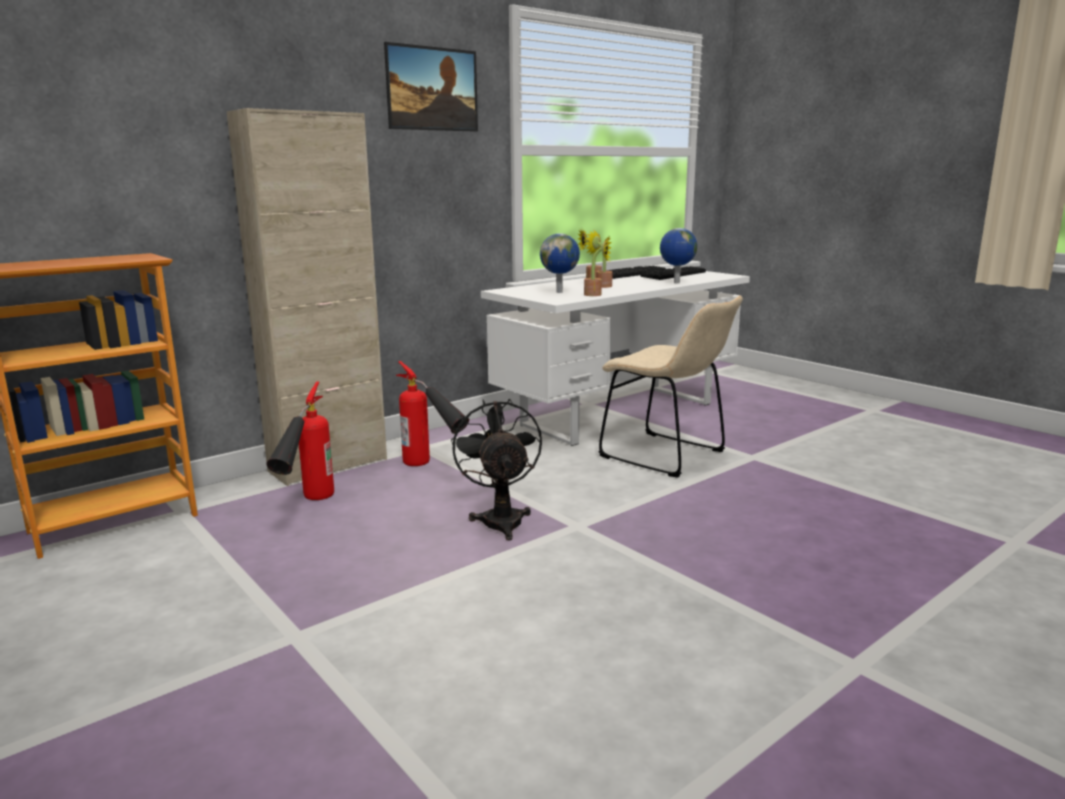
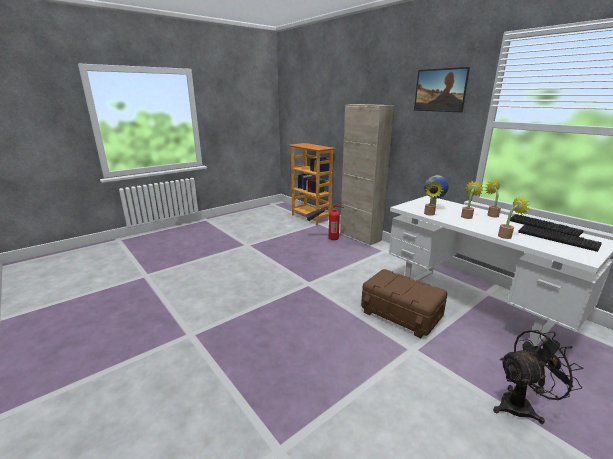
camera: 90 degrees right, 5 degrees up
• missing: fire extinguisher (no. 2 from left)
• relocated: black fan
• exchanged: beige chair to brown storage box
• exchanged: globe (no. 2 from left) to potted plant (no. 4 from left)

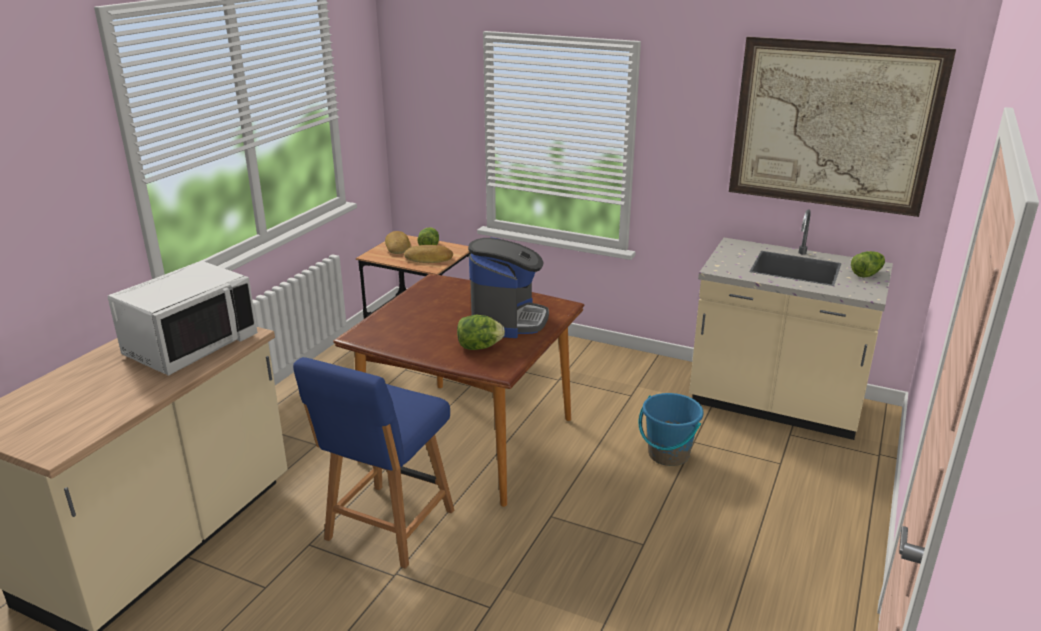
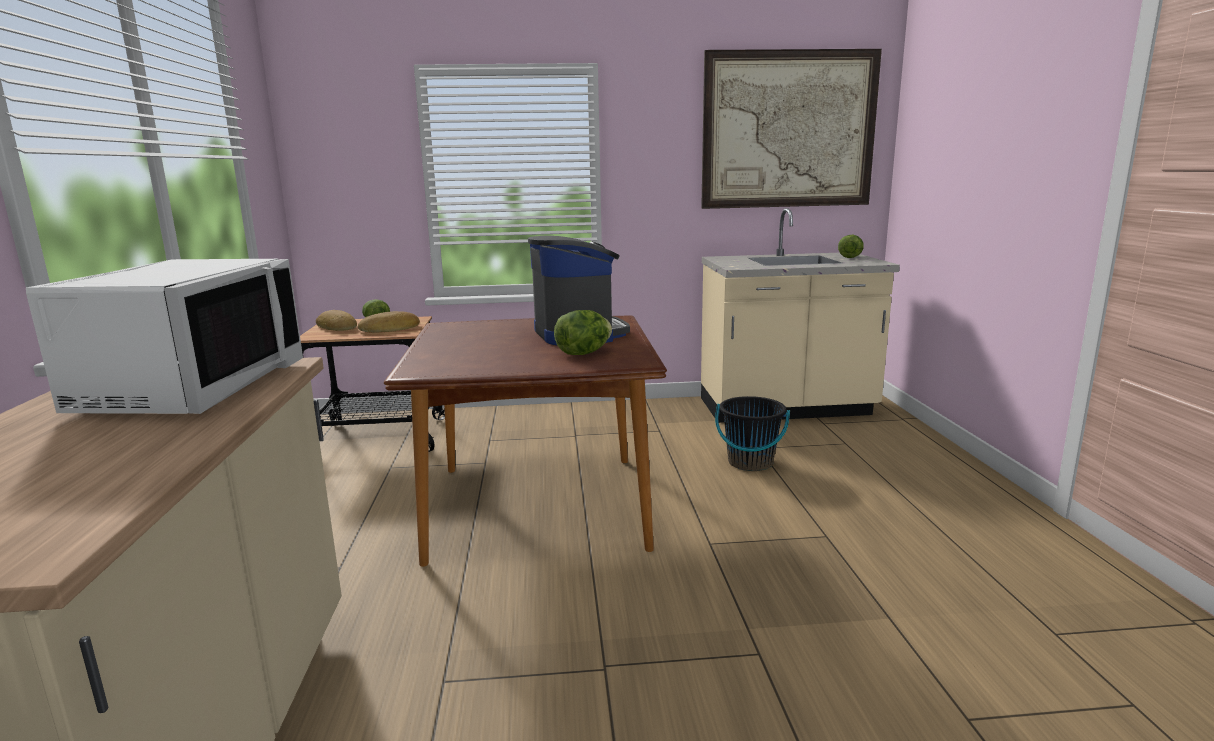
camera: 30 degrees left, 10 degrees down
• missing: blue chair
• colour: blue bucket to black bucket

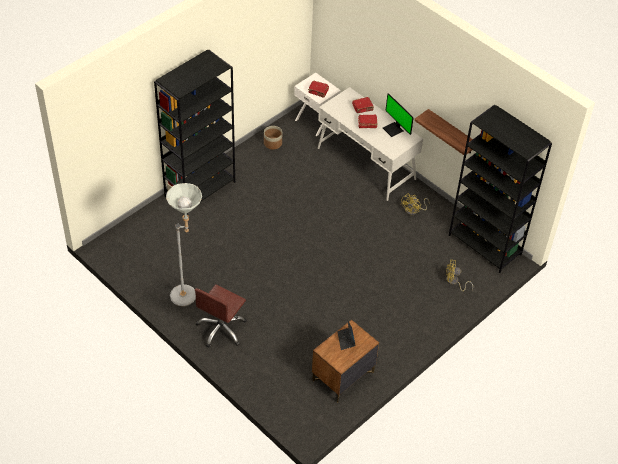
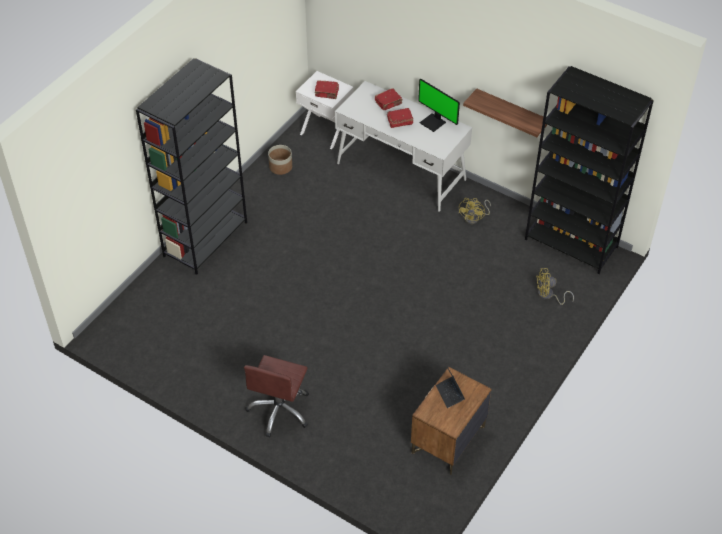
camera: 10 degrees left, 0 degrees up
• missing: grey floor lamp

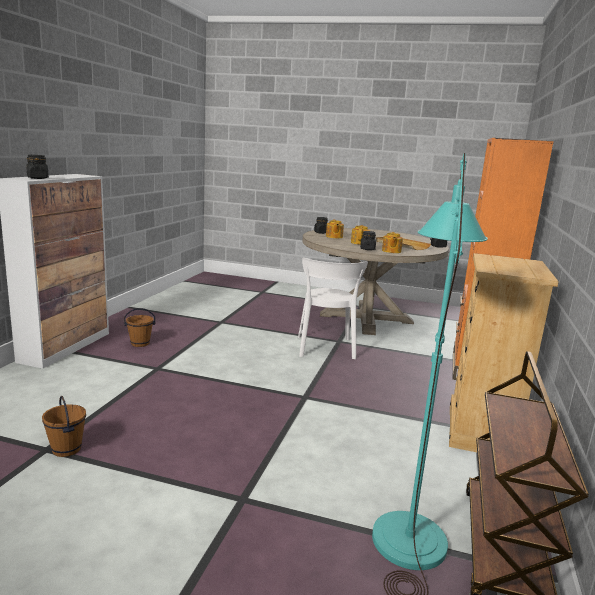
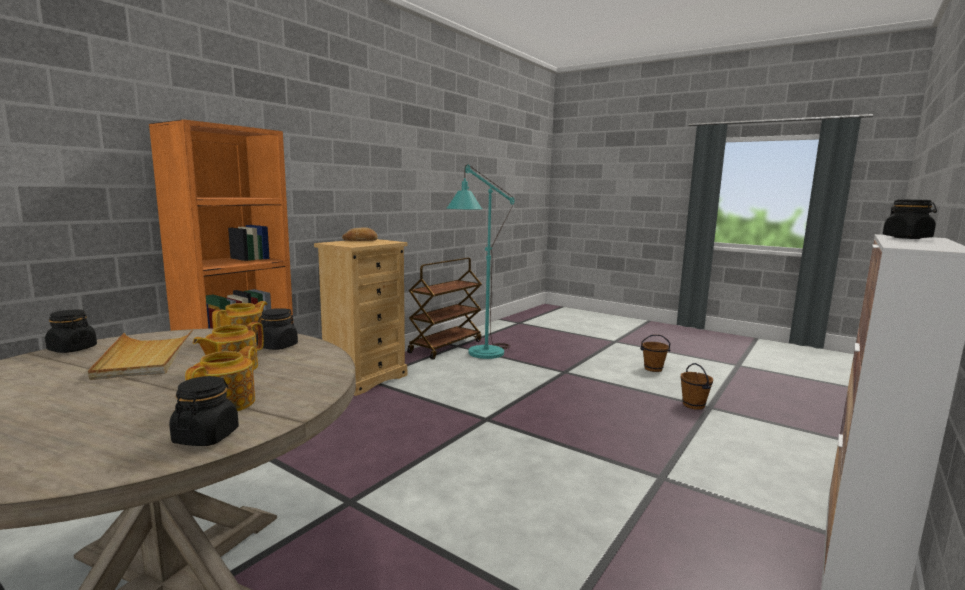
camera: 160 degrees left, 5 degrees down
• relocated: brown bucket (no. 2 from left in the first image) to brown bucket (no. 1 from left)
• missing: white chair
• appeared: bread

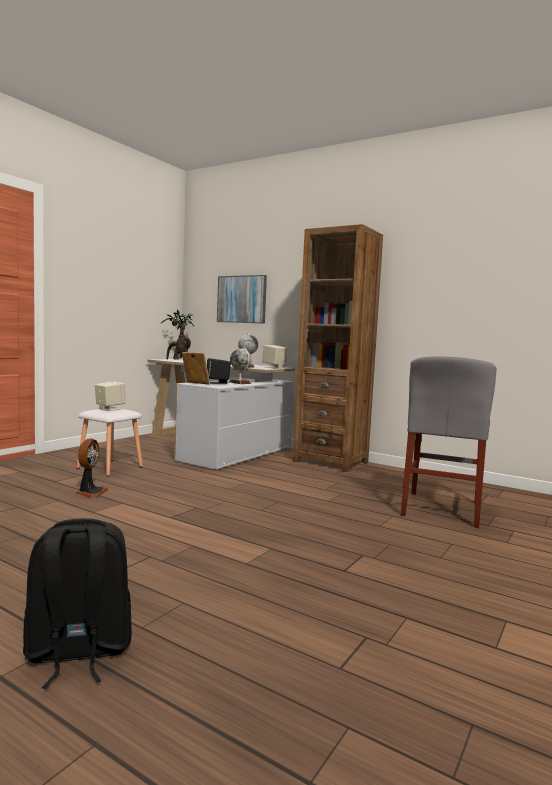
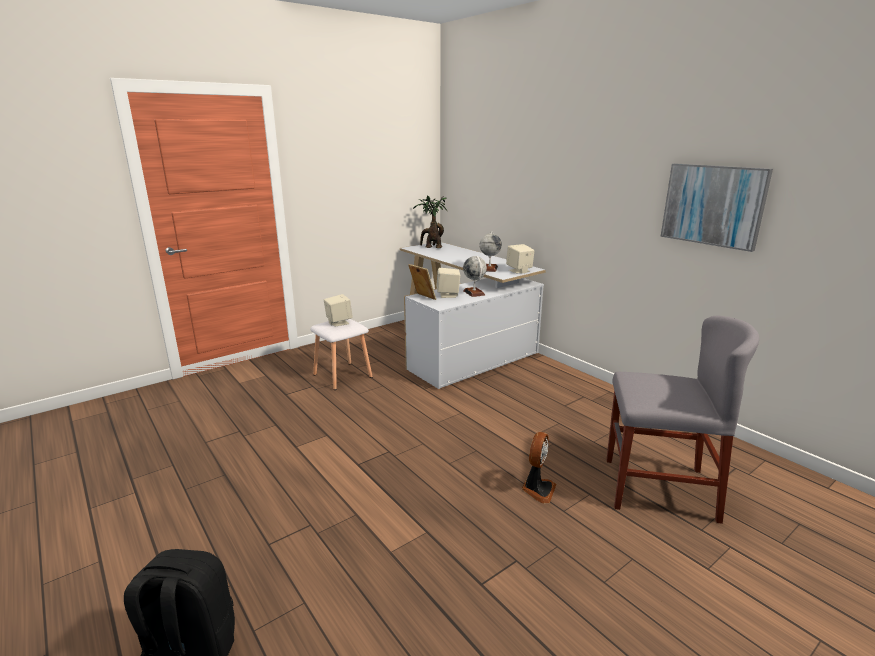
camera: 20 degrees right, 15 degrees up
• relocated: fan
• colour: black speaker to beige speaker (no. 2 from left)
• relocated: picture
• missing: brown bookcase
• spun: grey chair 120 degrees counterclockwise

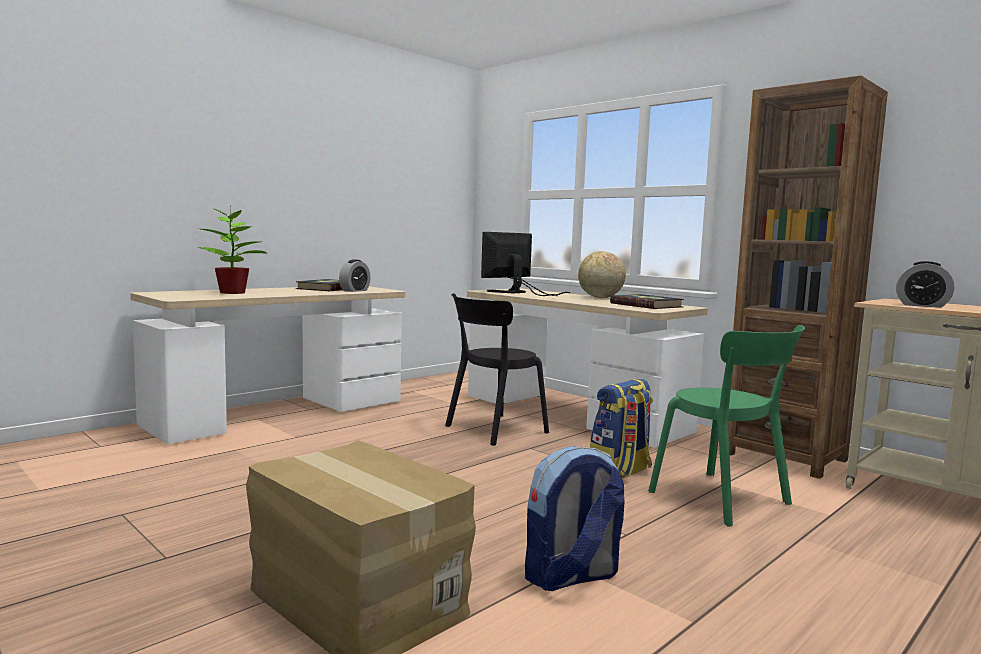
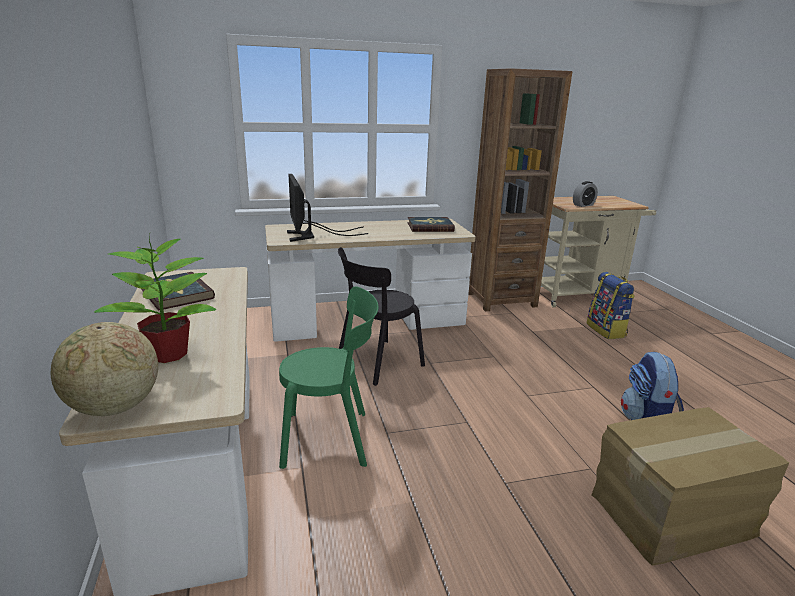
camera: 60 degrees left, 15 degrees up
• missing: alarm clock (no. 1 from left)
• spun: black chair 60 degrees clockwise
• relocated: globe
• relocated: backpack (no. 2 from left in the first image) to backpack (no. 1 from left)
• relocated: green chair

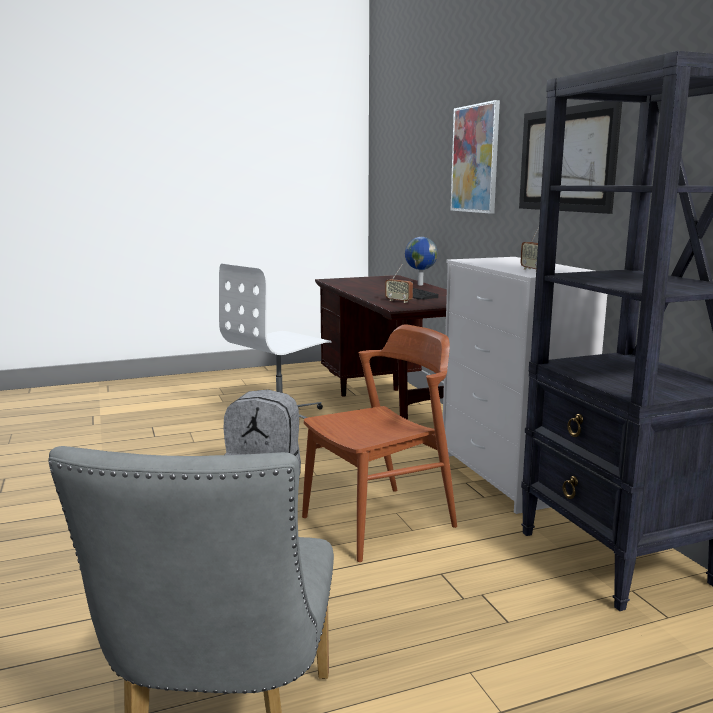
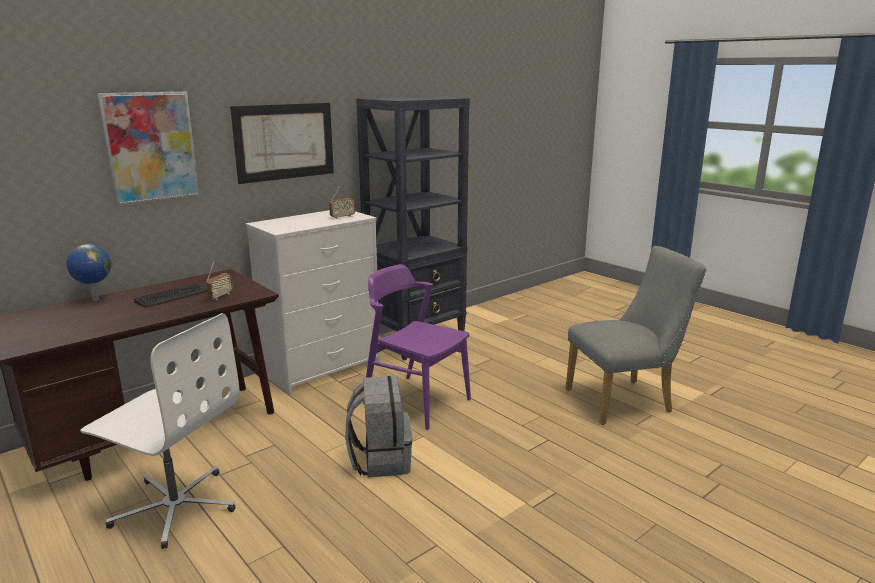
camera: 110 degrees left, 5 degrees up
• colour: brown chair to purple chair

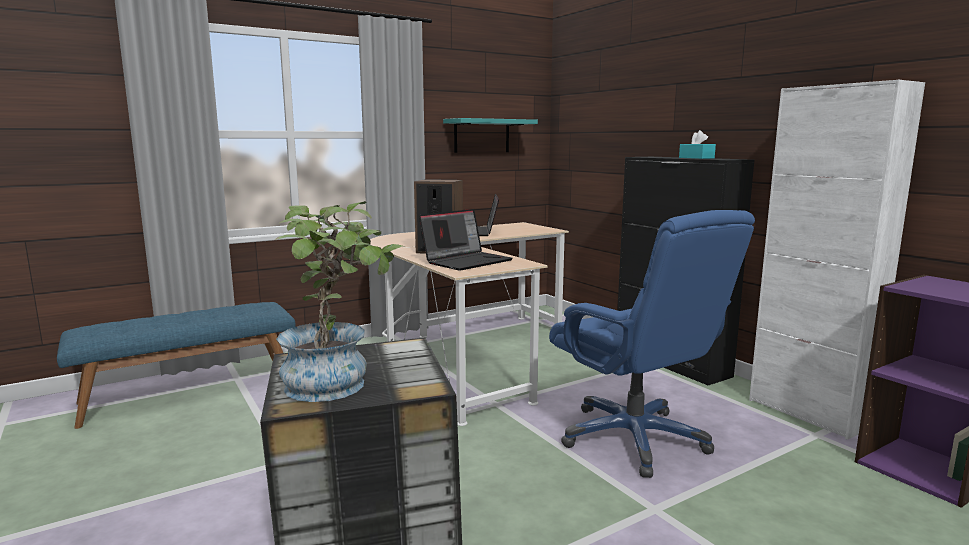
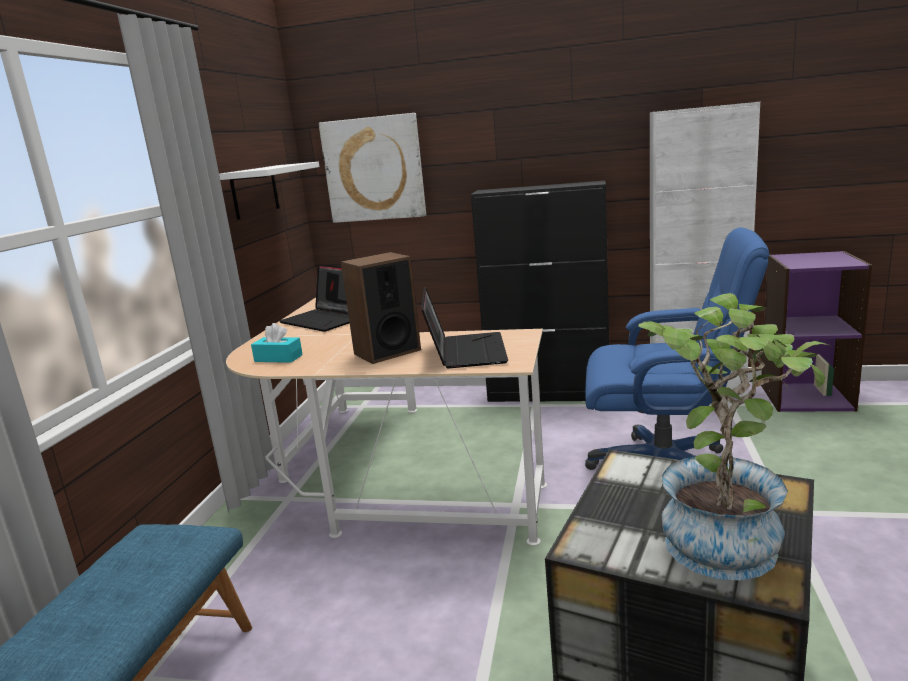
camera: 45 degrees left, 5 degrees up
• colour: turquoise shelf to white shelf
• relocated: turquoise tissue box
• appeared: picture

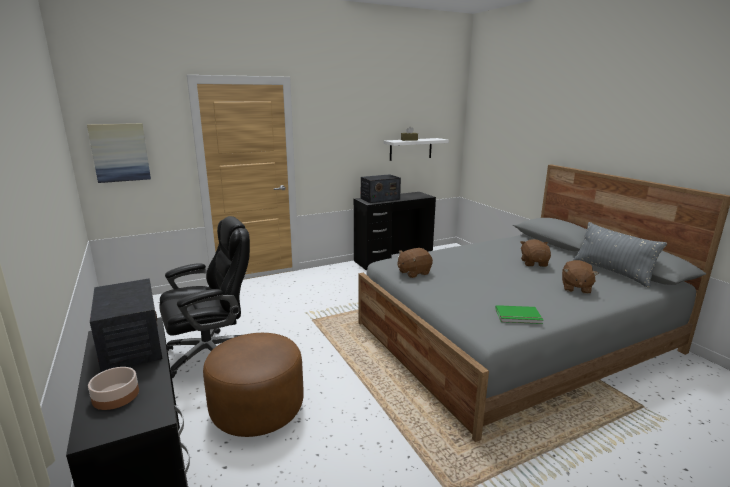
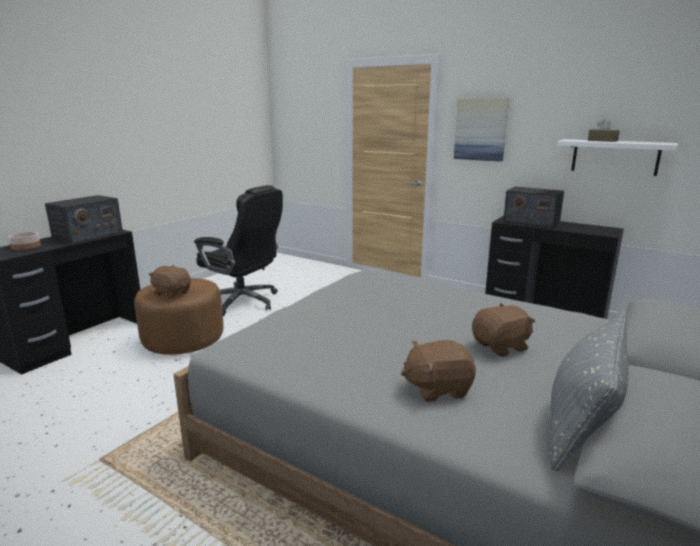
camera: 60 degrees right, 0 degrees up
• relocated: picture
• relocated: brown plush toy (no. 1 from left)
• missing: green book

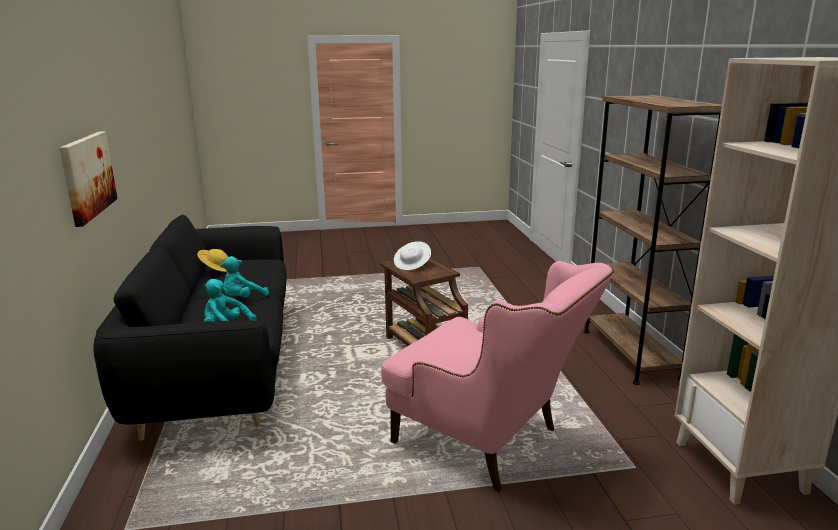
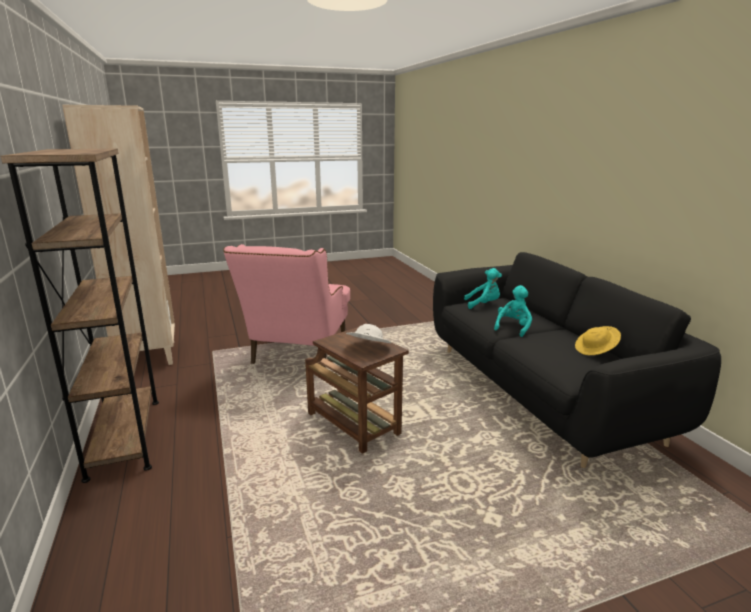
camera: 170 degrees right, 0 degrees up
• missing: picture
• spun: pink armchair 105 degrees counterclockwise

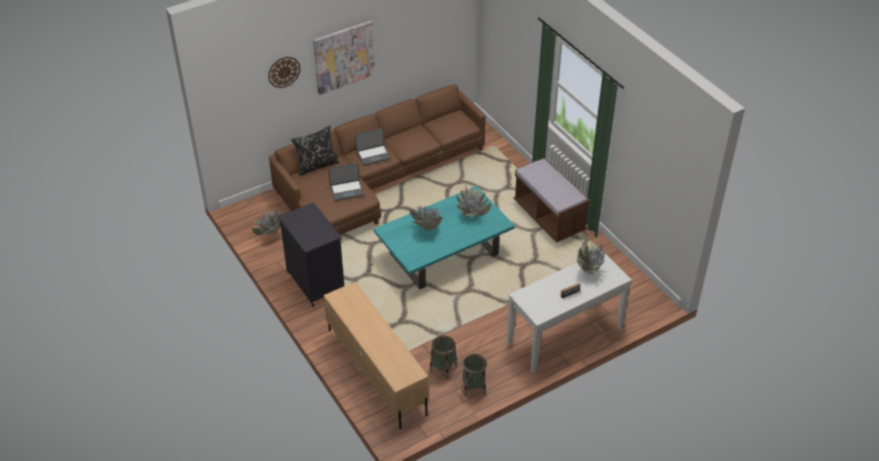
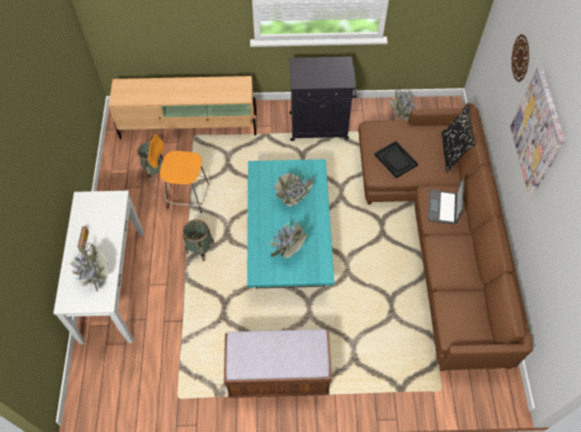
camera: 120 degrees right, 15 degrees up
• exchanged: laptop (no. 1 from left) to black tray
• relocated: basket (no. 2 from left)
• appeared: orange stool

